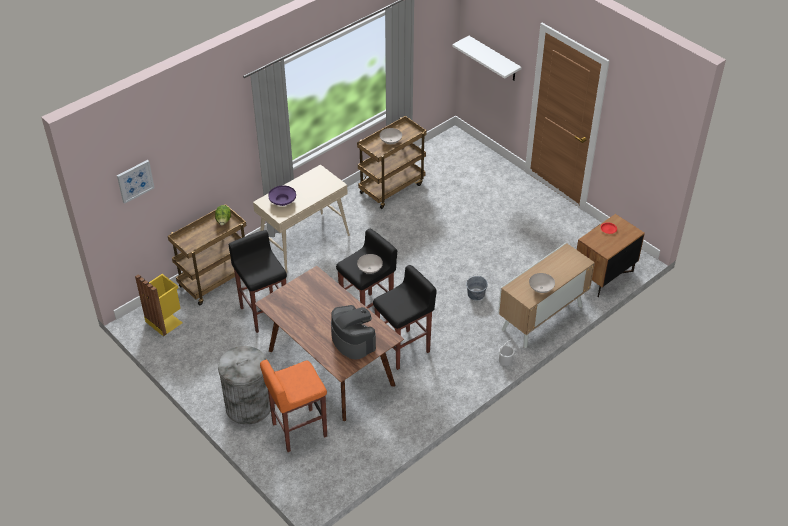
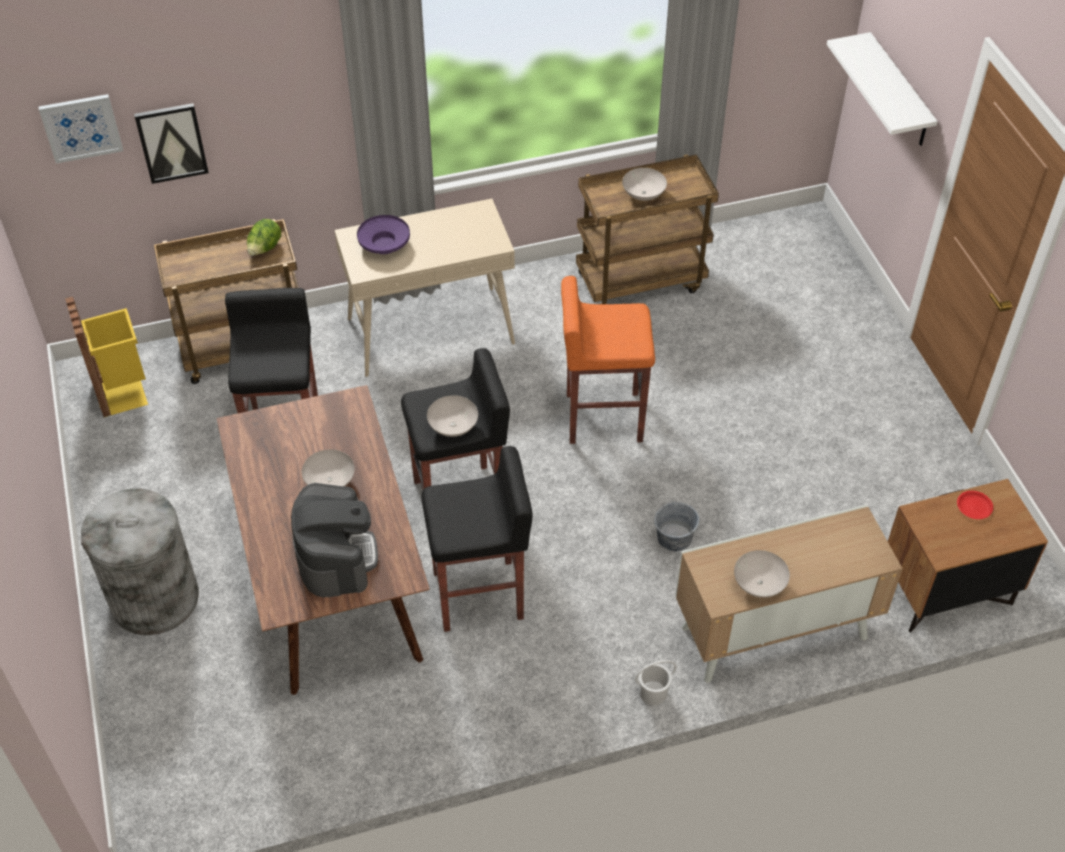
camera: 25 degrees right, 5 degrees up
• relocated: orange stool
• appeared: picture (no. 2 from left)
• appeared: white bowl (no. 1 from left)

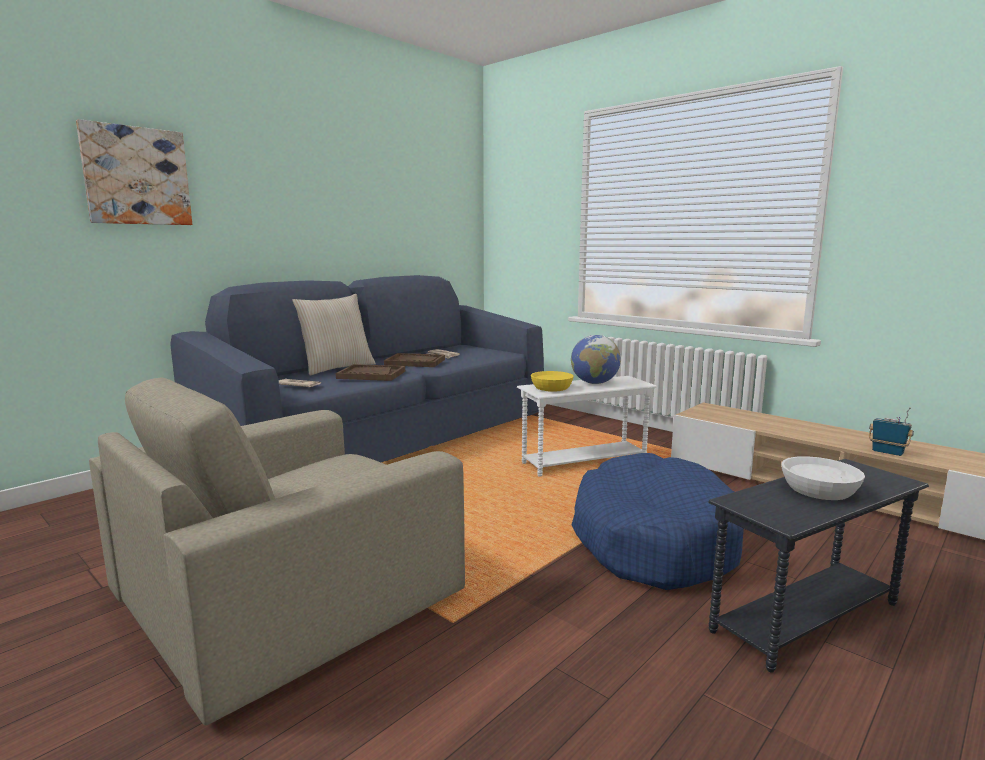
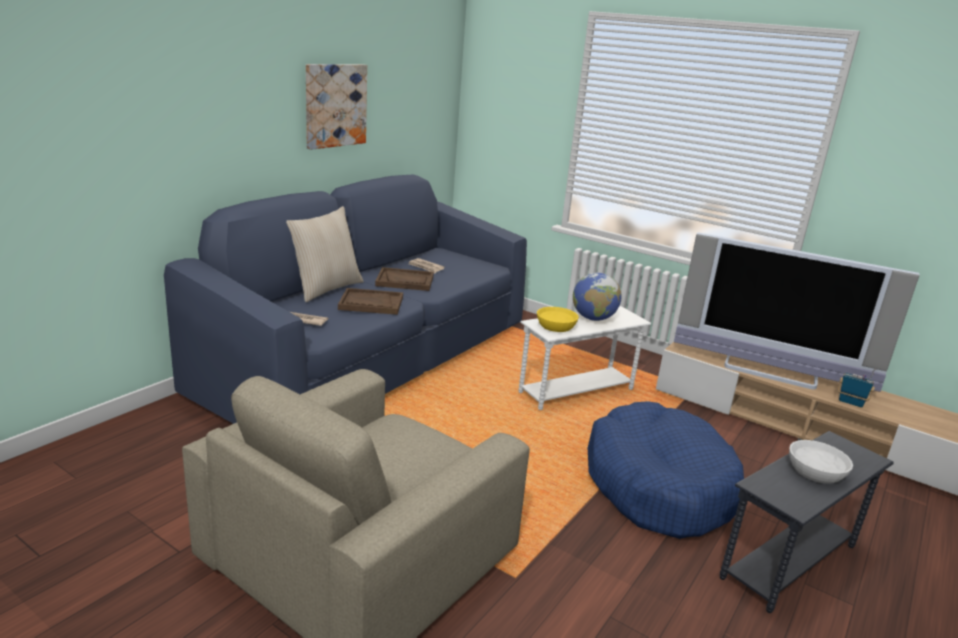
camera: 10 degrees left, 10 degrees up
• relocated: picture
• appeared: television

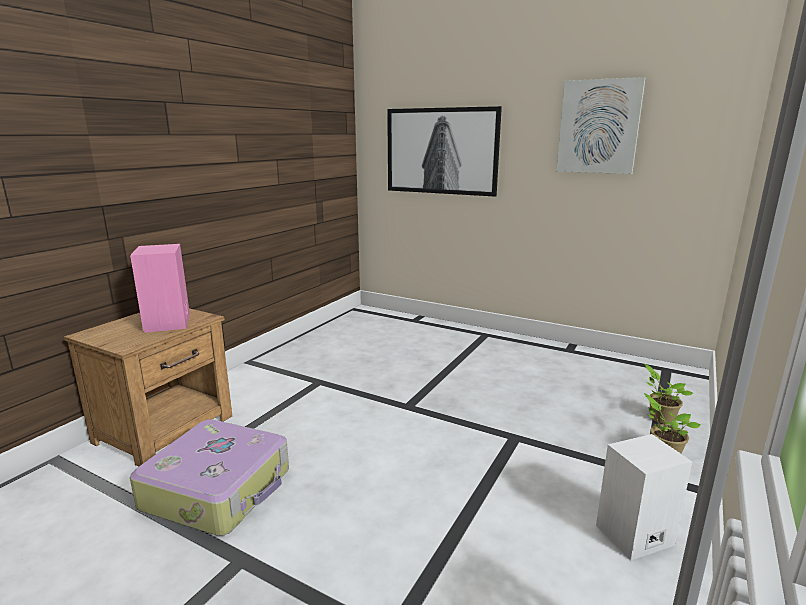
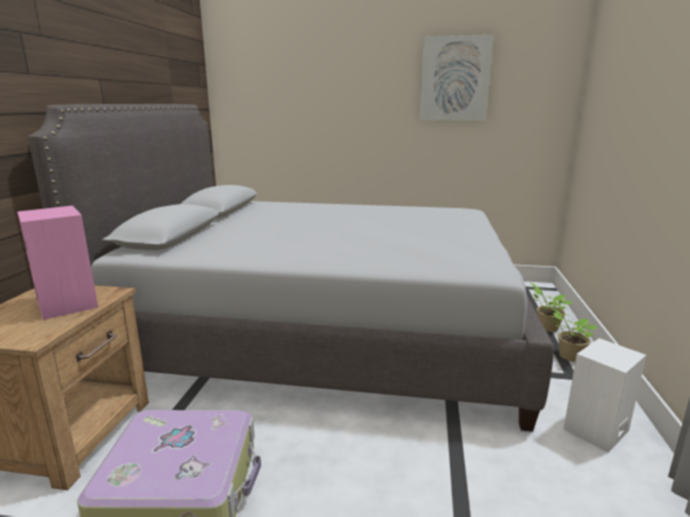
camera: 20 degrees left, 0 degrees up
• missing: picture (no. 1 from left)
• appeared: grey bed

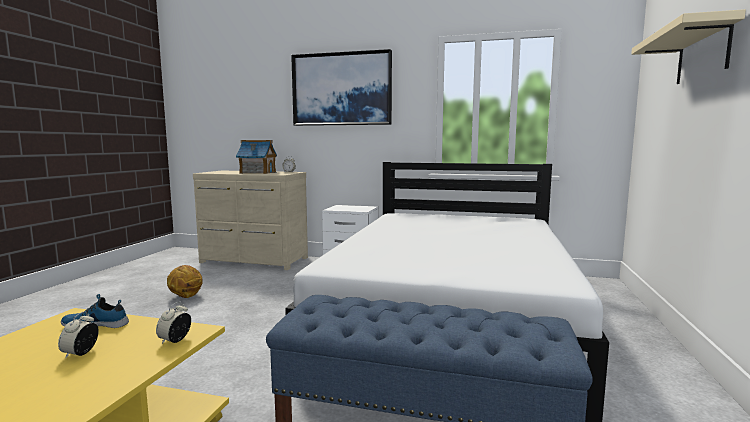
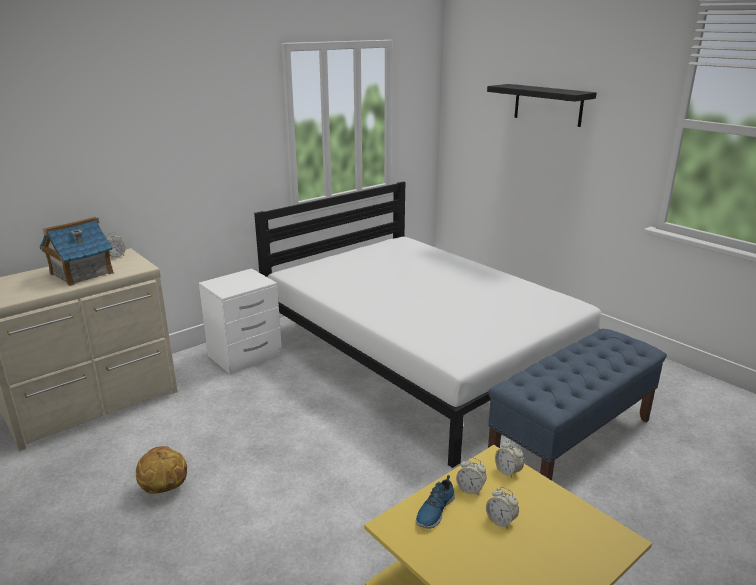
camera: 55 degrees left, 15 degrees up
• missing: picture
• colour: beige shelf to black shelf
• appeared: alarm clock (no. 2 from left)

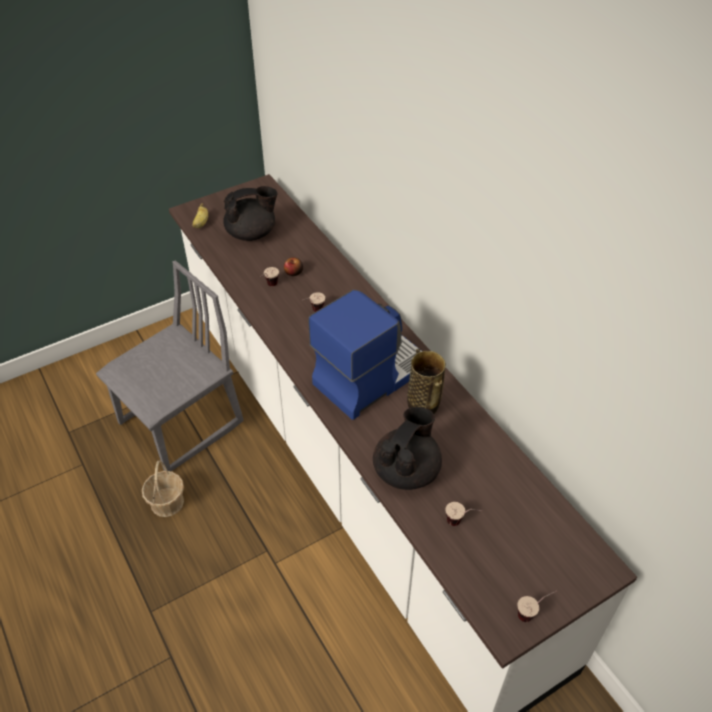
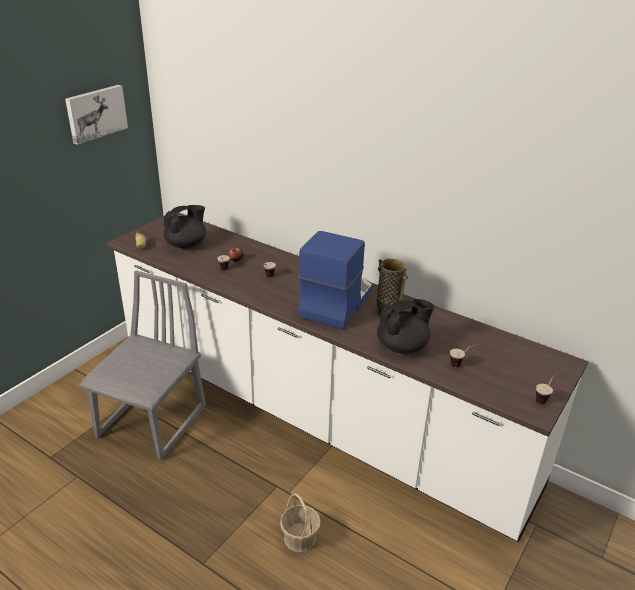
camera: 25 degrees left, 15 degrees down
• relocated: basket
• spun: black teapot (no. 2 from left) 60 degrees clockwise
• appeared: picture

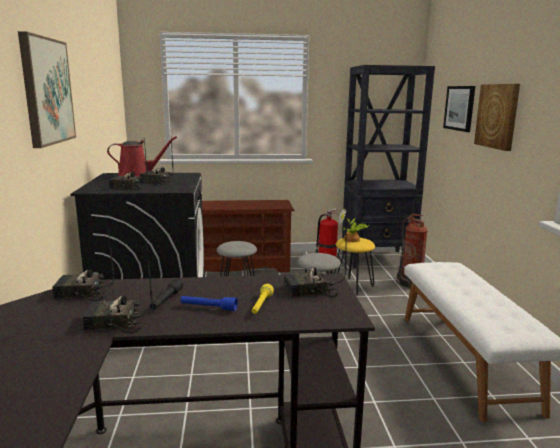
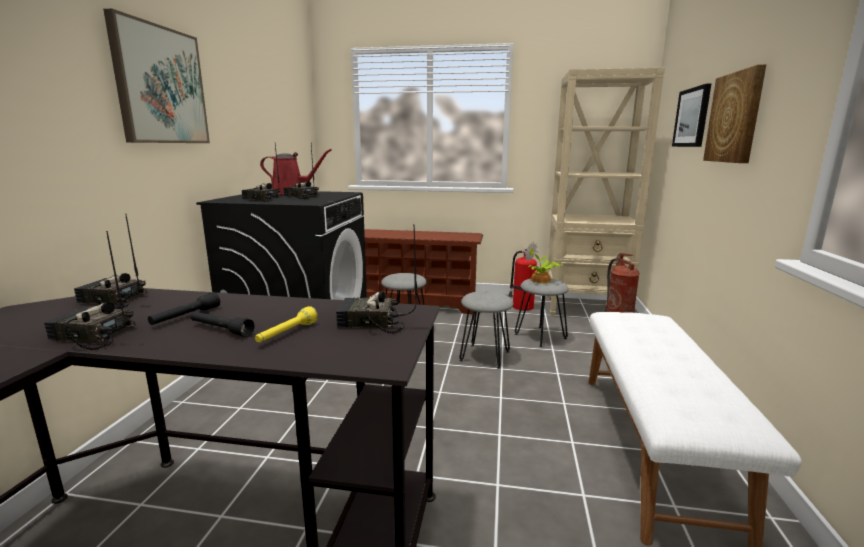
camera: 15 degrees right, 0 degrees up
• colour: blue flashlight to black flashlight (no. 2 from left)
• colour: yellow stool to grey stool (no. 3 from left)
• colour: black bookcase to beige bookcase

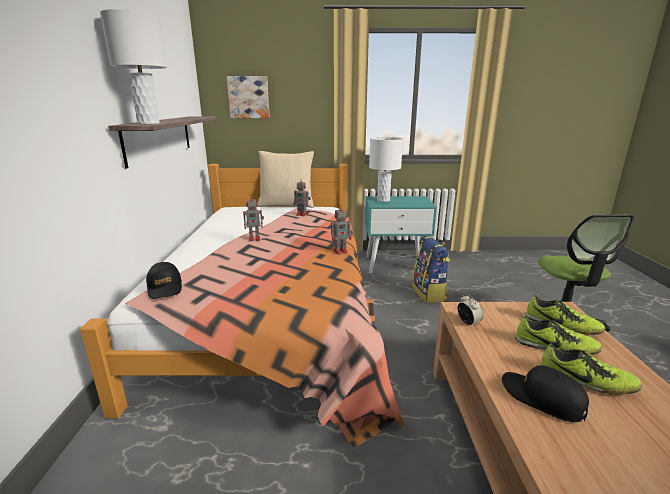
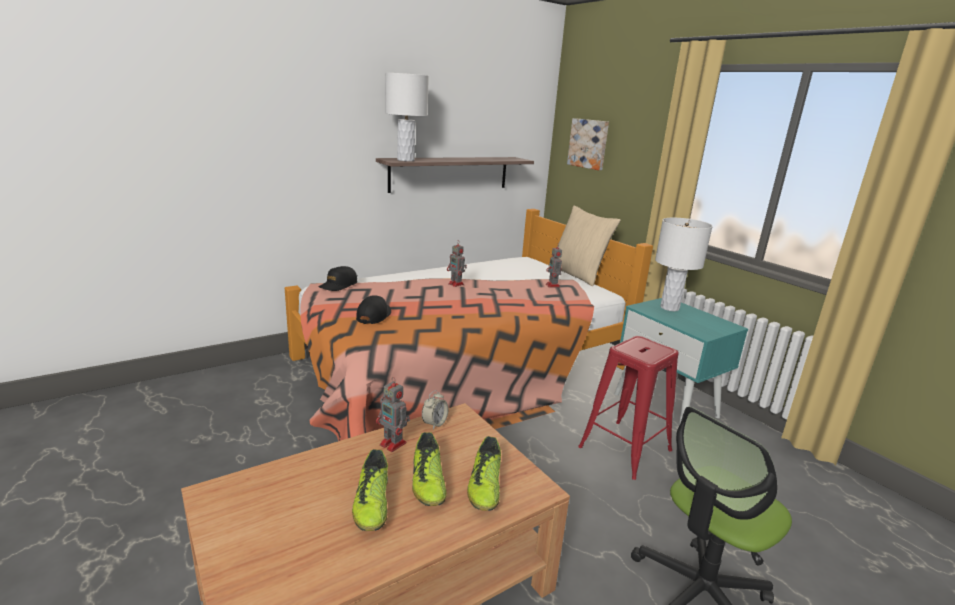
camera: 55 degrees right, 0 degrees up
• relocated: toy robot (no. 3 from left in the first image) to toy robot (no. 1 from left)
• exchanged: backpack to red stool
• relocated: black cap (no. 2 from left)

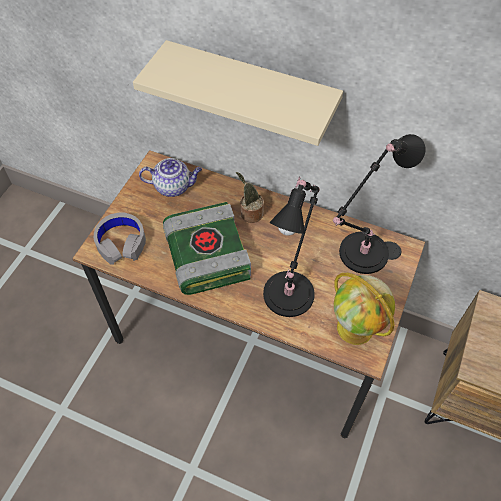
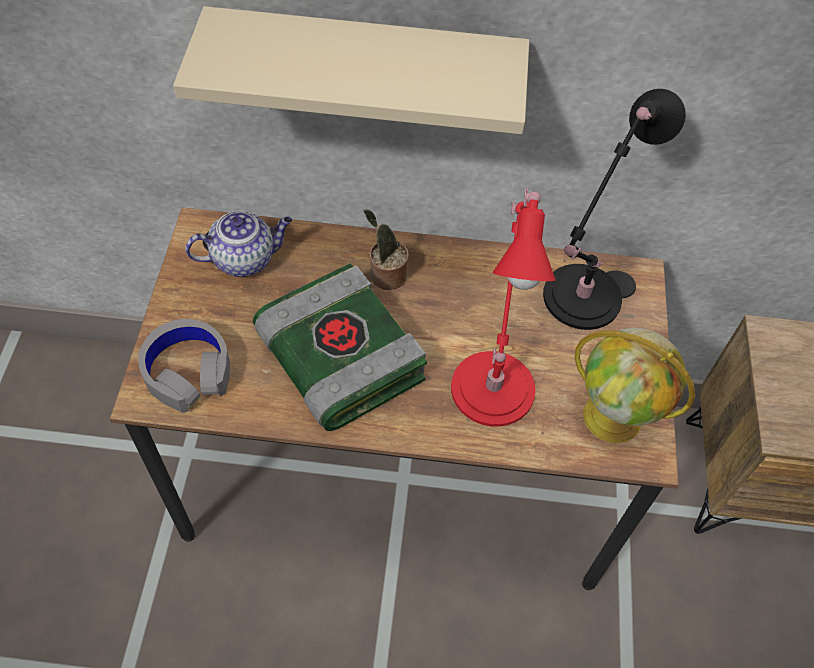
camera: 20 degrees left, 0 degrees up
• colour: black table lamp (no. 1 from left) to red table lamp

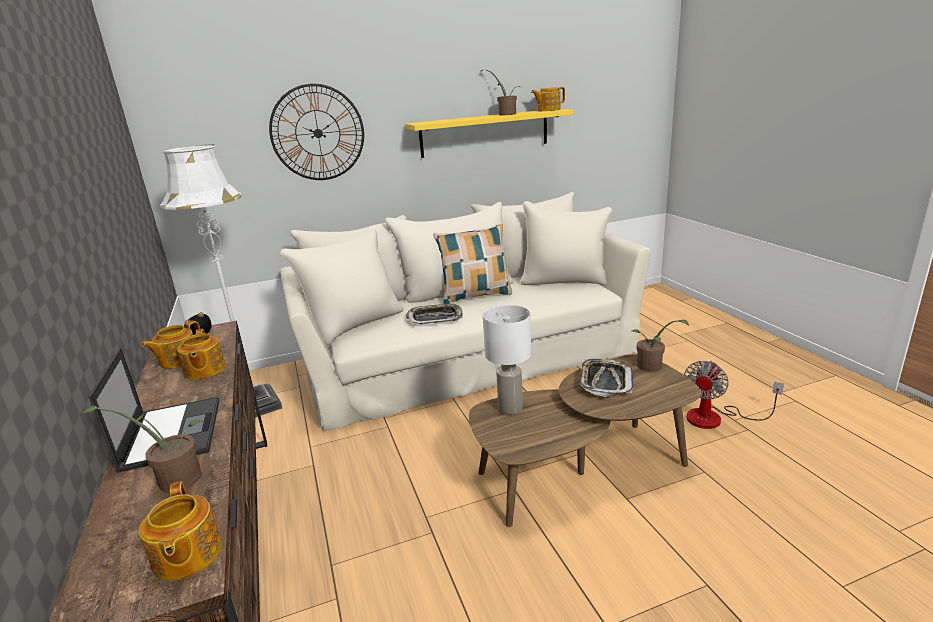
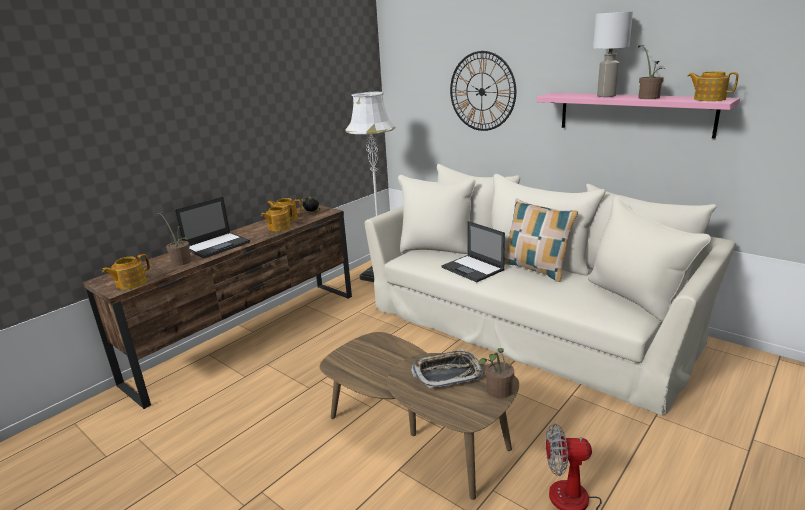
camera: 60 degrees right, 0 degrees up
• colour: yellow shelf to pink shelf
• exchanged: tray (no. 1 from left) to laptop (no. 2 from left)
• relocated: white table lamp

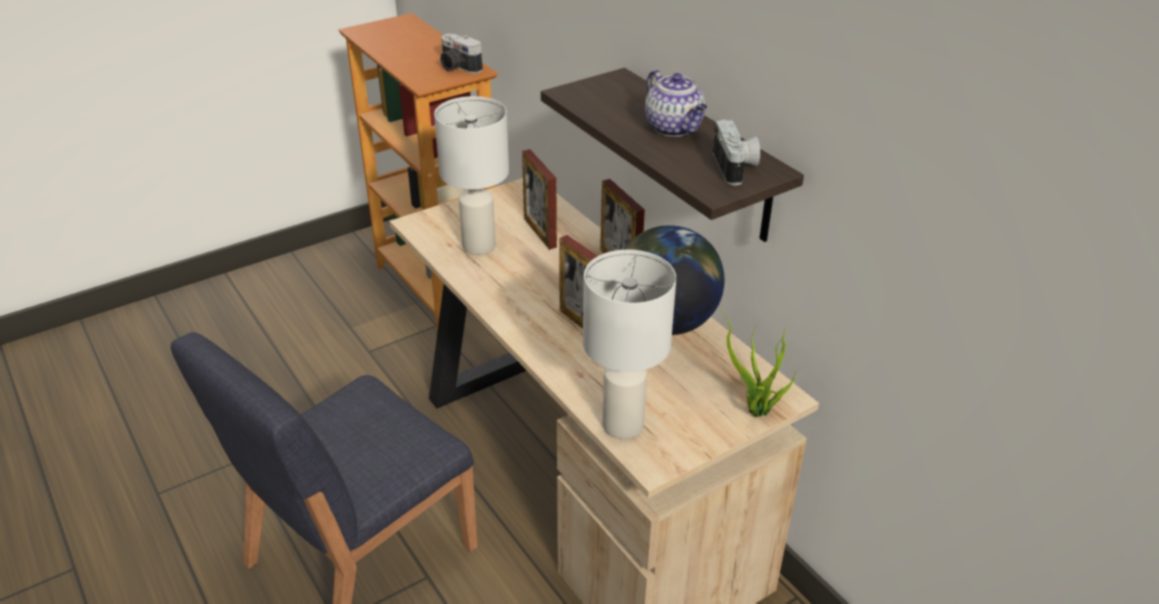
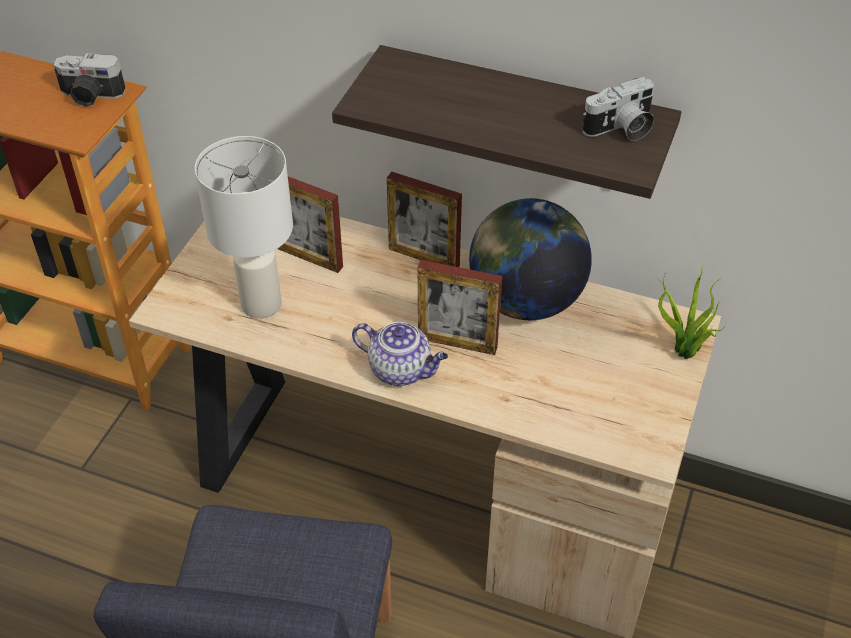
camera: 35 degrees left, 10 degrees up
• missing: white table lamp (no. 2 from left)
• relocated: teapot
• spun: photo camera (no. 2 from left) 105 degrees clockwise

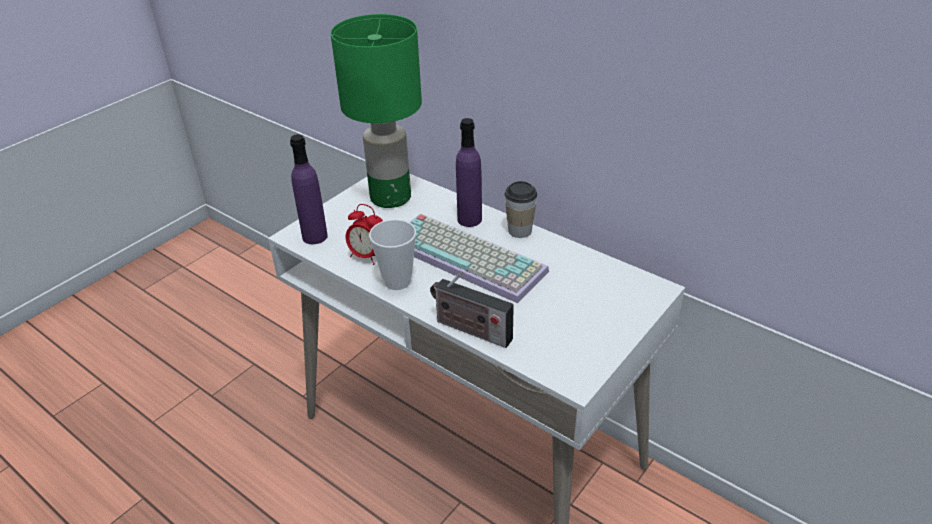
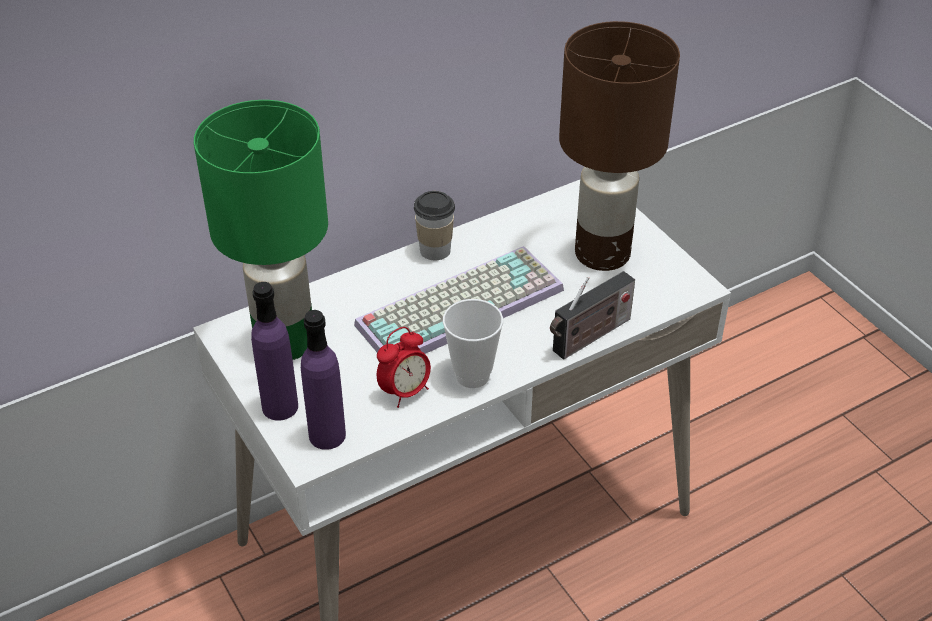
camera: 70 degrees left, 5 degrees up
• relocated: purple bottle (no. 2 from left in the first image) to purple bottle (no. 1 from left)
• appeared: brown table lamp

